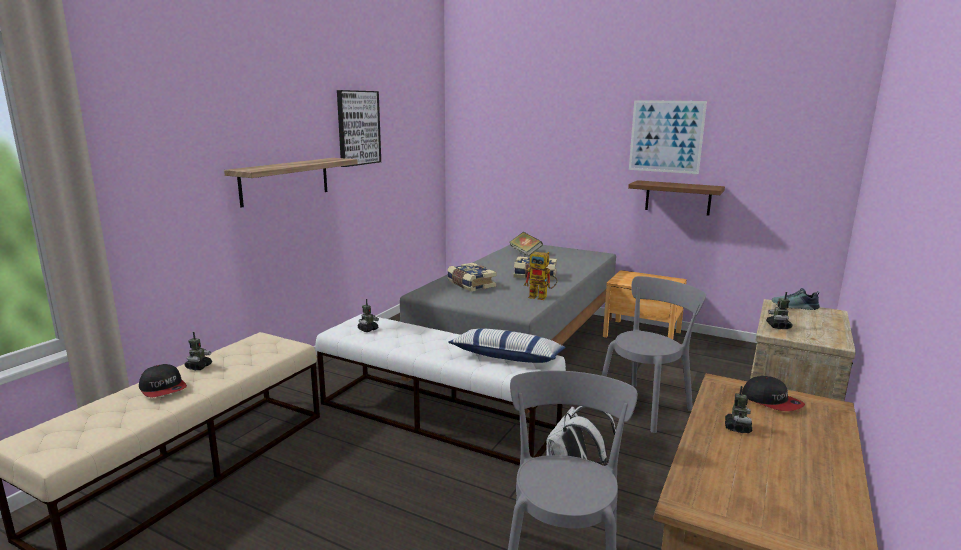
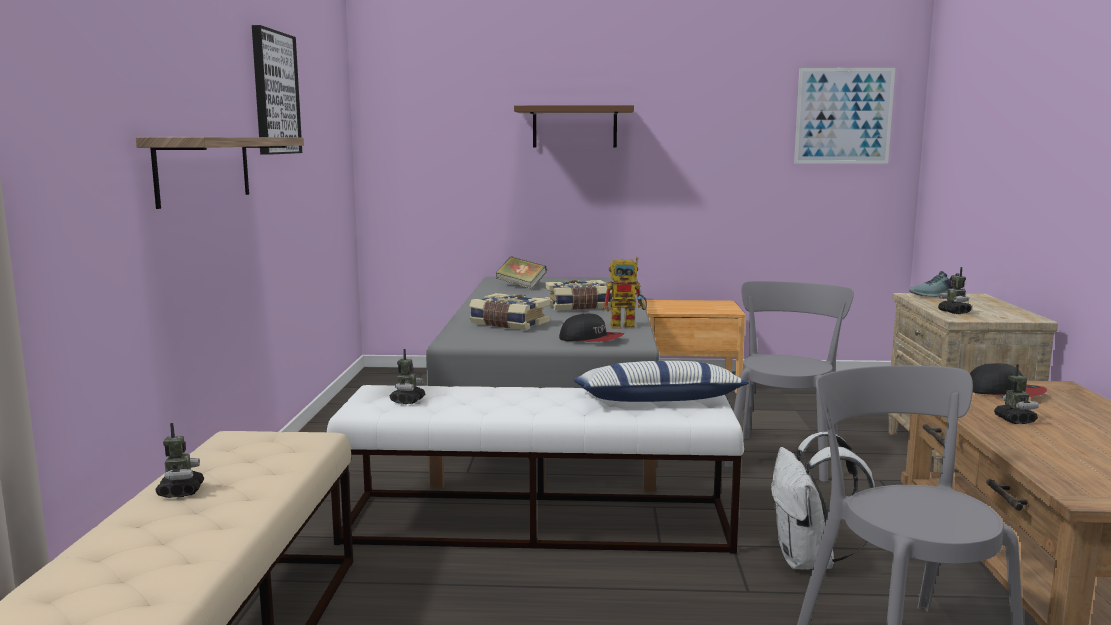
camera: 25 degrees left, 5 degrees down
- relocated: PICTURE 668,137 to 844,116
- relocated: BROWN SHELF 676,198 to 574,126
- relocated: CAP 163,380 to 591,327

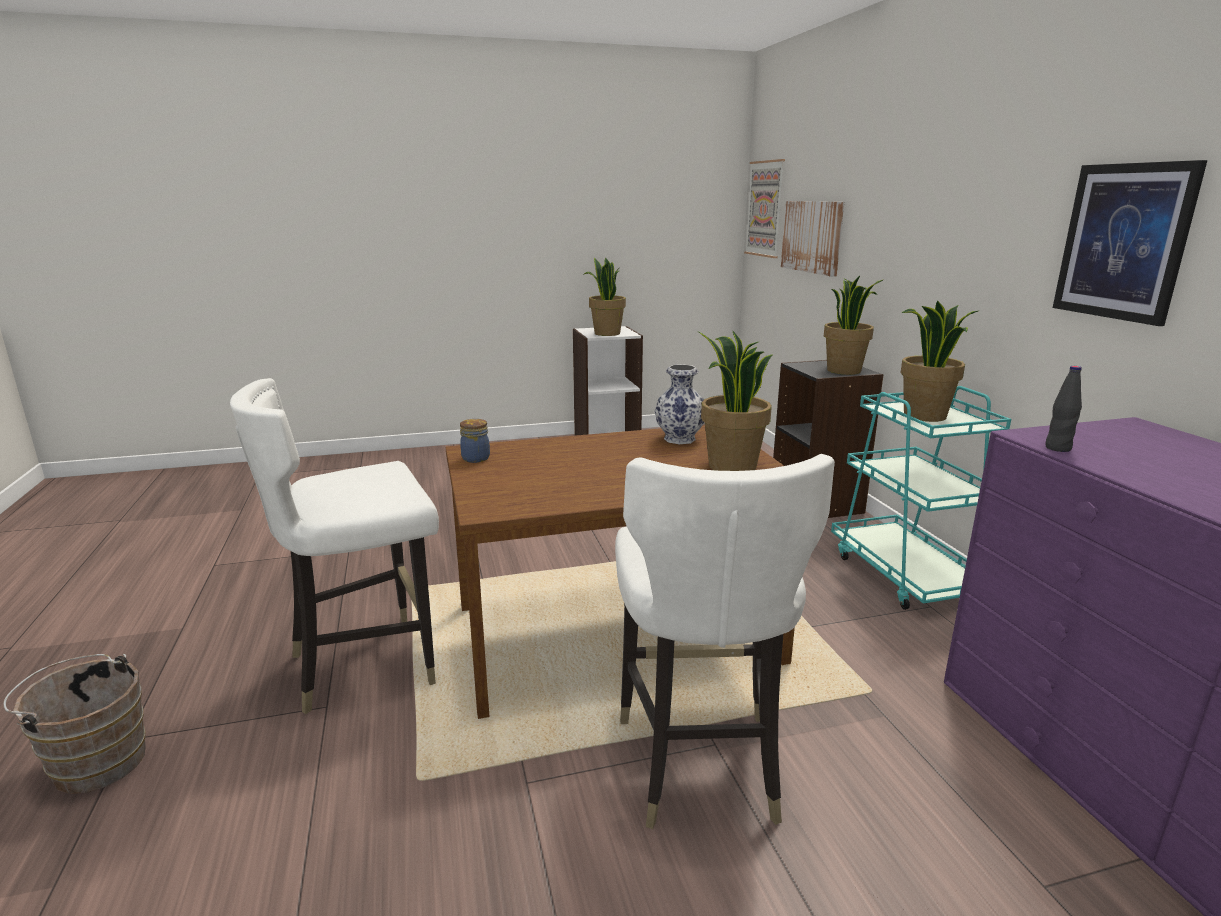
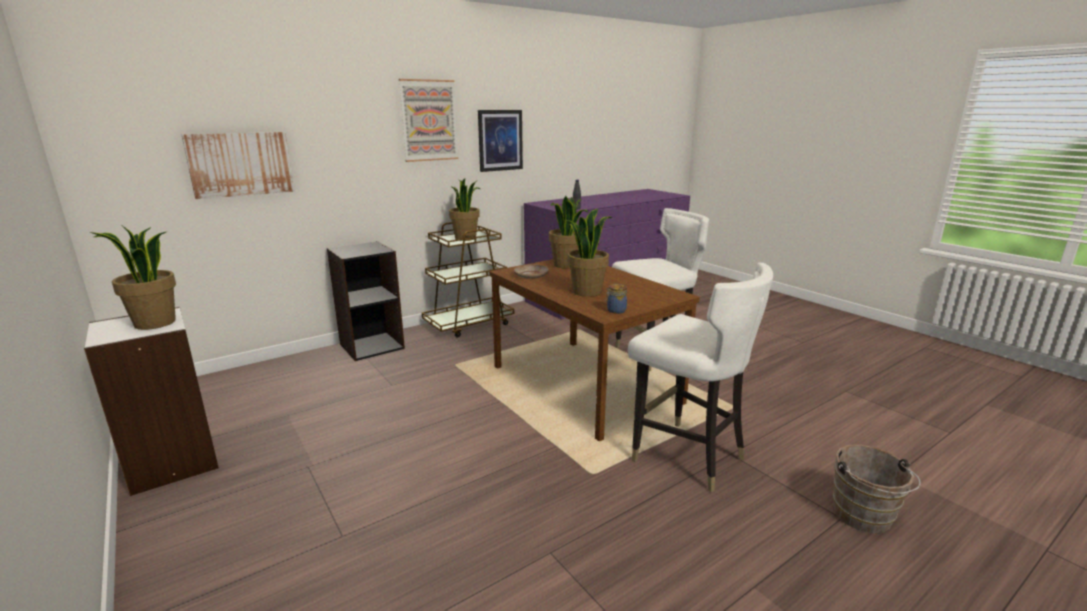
camera: 110 degrees left, 0 degrees up
- relocated: PICTURE 764,208 to 428,120
- relocated: POTTED PLANT 853,325 to 589,253
- exchanged: VASE 679,404 to BEIGE PLATE 531,271
- colour: TURQUOISE CART 921,498 to BROWN CART 468,279

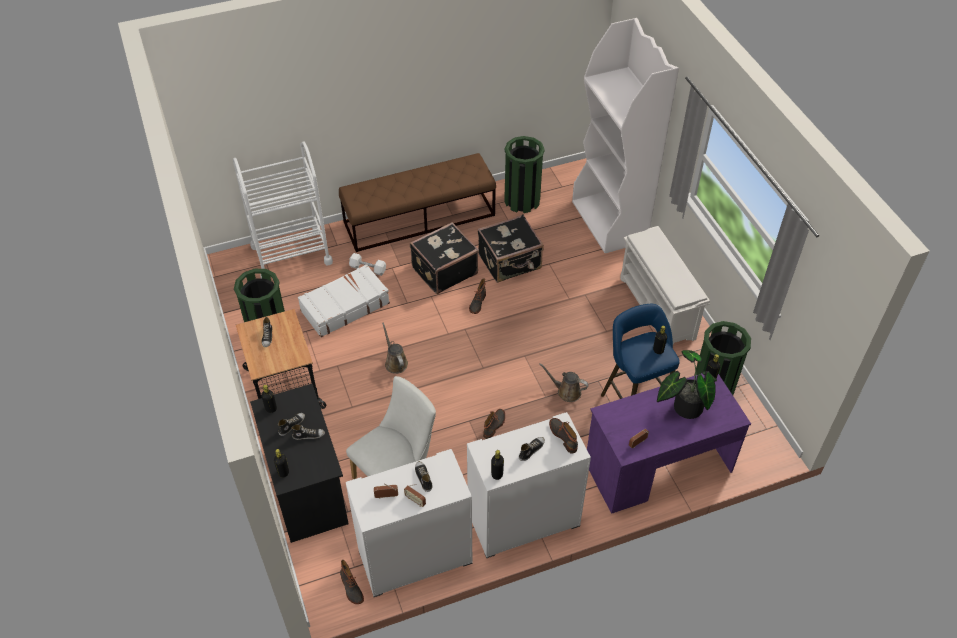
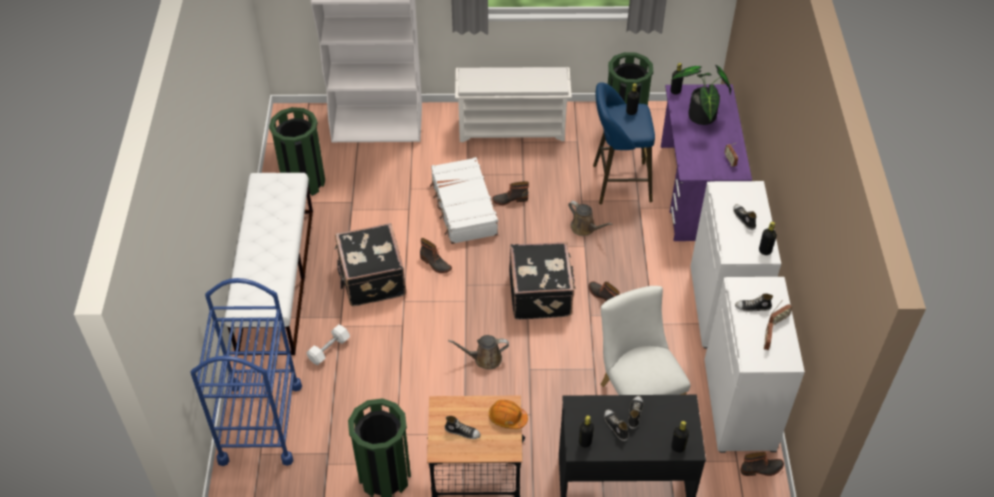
camera: 70 degrees left, 0 degrees up
- colour: WHITE CART 283,210 to BLUE CART 246,372
- colour: BROWN BENCH 417,202 to WHITE BENCH 268,264
- relocated: BLACK SUITCASE 511,248 to 542,281
- relocated: WHITE SUITCASE 344,300 to 464,200
- spun: BROWN WATERING CAN 564,382 = 590,218 90 degrees counterclockwise
- relocated: BOOT 563,435 to 510,193
- appeared: ORANGE HARD HAT 508,414

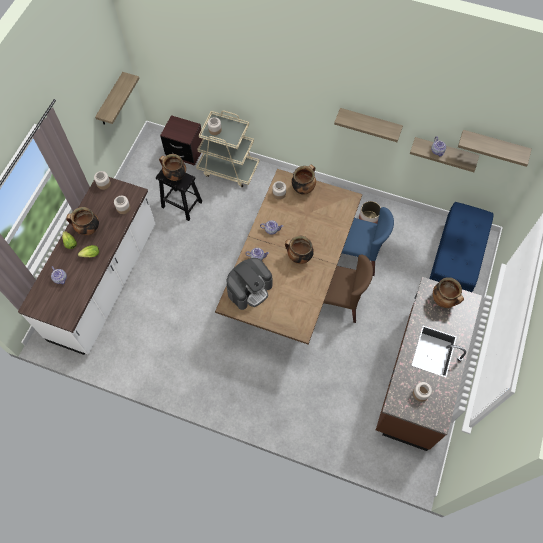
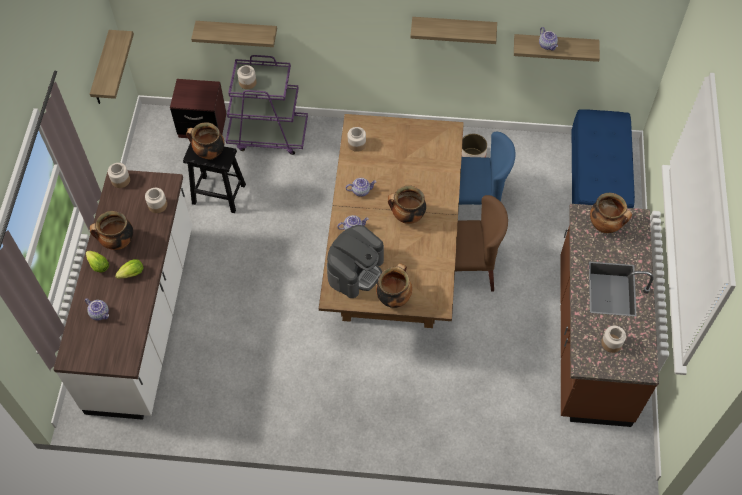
camera: 15 degrees left, 5 degrees down
- colour: BEIGE CART 227,149 to PURPLE CART 267,105
- relocated: SHELF 494,148 to 234,34
- relocated: COOKING POT 303,180 to 394,285

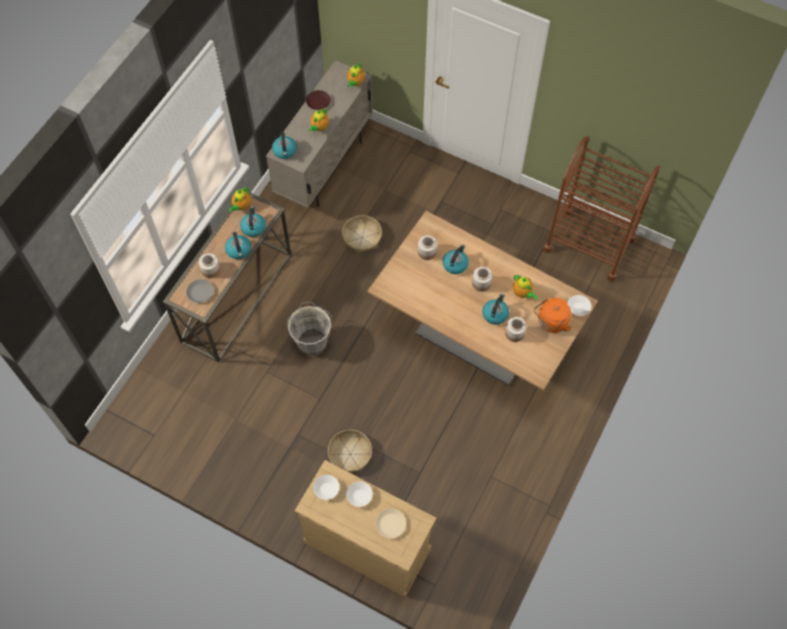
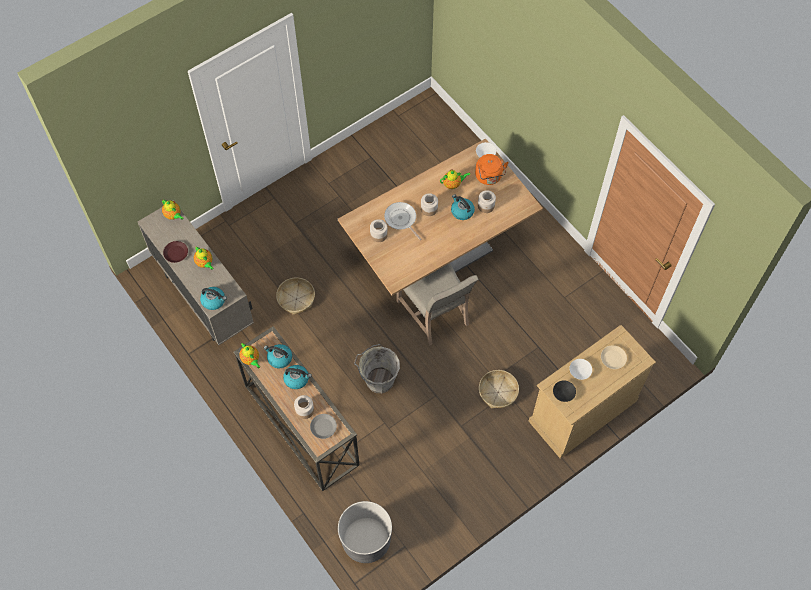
camera: 65 degrees left, 0 degrees up
- missing: BROWN CART 601,209
- exchanged: KETTLE 456,259 to FRYING PAN 403,221
- colour: WHITE BOWL 326,487 to BLACK BOWL 564,391
- appeared: BEIGE CHAIR 438,304
- appeared: GREY PLANTER 365,532

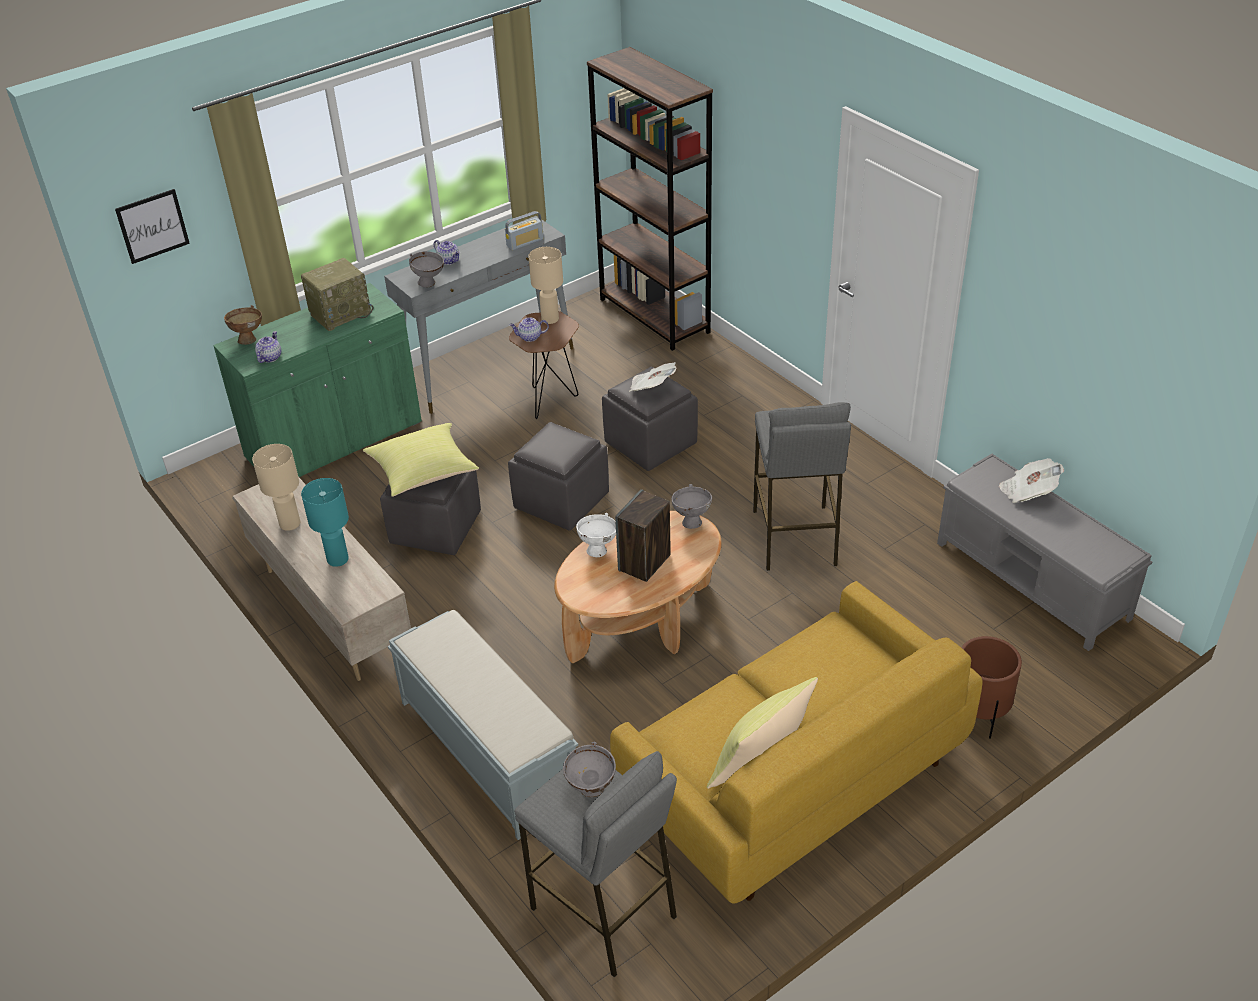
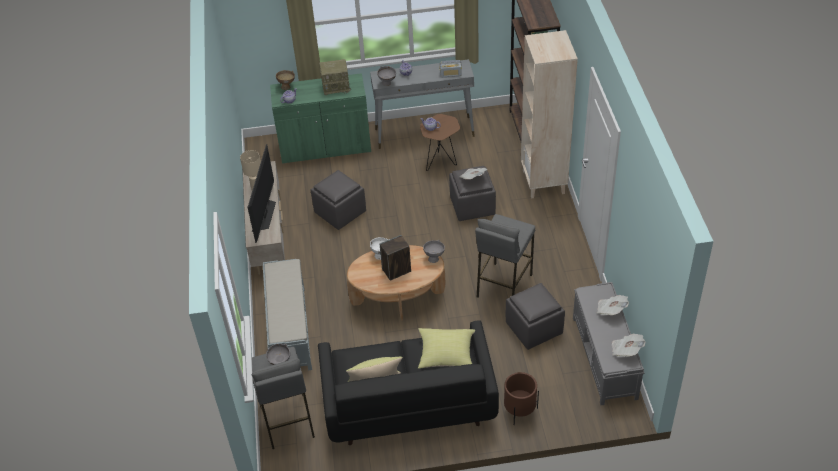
camera: 30 degrees right, 5 degrees up
- missing: PICTURE 152,226
- missing: BEIGE TABLE LAMP 545,285
- relocated: GREY OTTOMAN 558,476 to 535,316
- relocated: YELLOW PILLOW 421,460 to 446,348
- exchanged: TURQUOISE TABLE LAMP 325,522 to TELEVISION 262,193
- colour: YELLOW SOFA 796,742 to BLACK SOFA 408,382
- appeared: BEIGE BOOKCASE 549,114
- appeared: NEWSPAPER 628,345

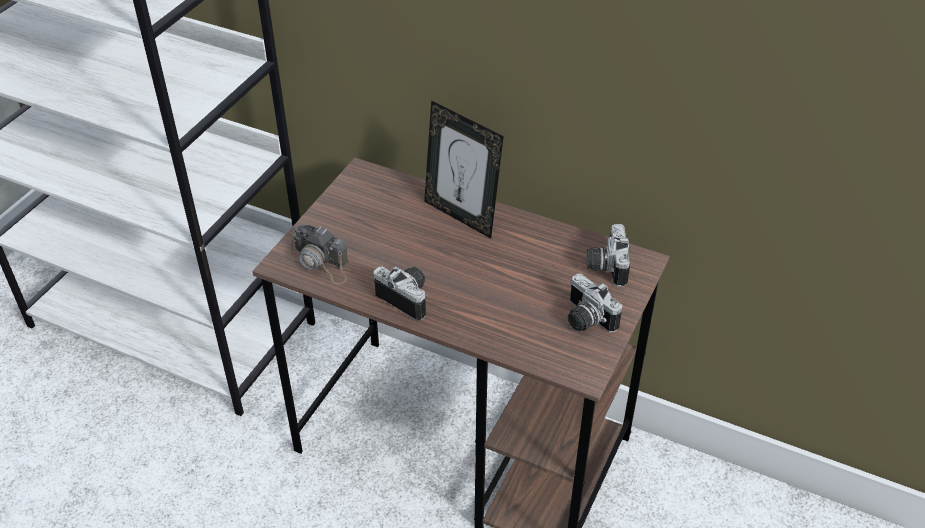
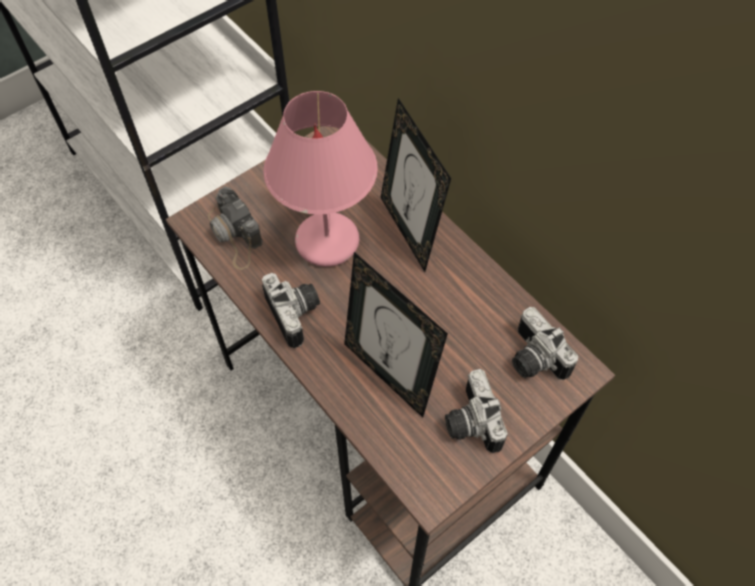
camera: 25 degrees right, 15 degrees up
- spun: PHOTO CAMERA 608,255 = 545,343 60 degrees counterclockwise
- appeared: PINK TABLE LAMP 321,179
- appeared: PICTURE FRAME 396,334

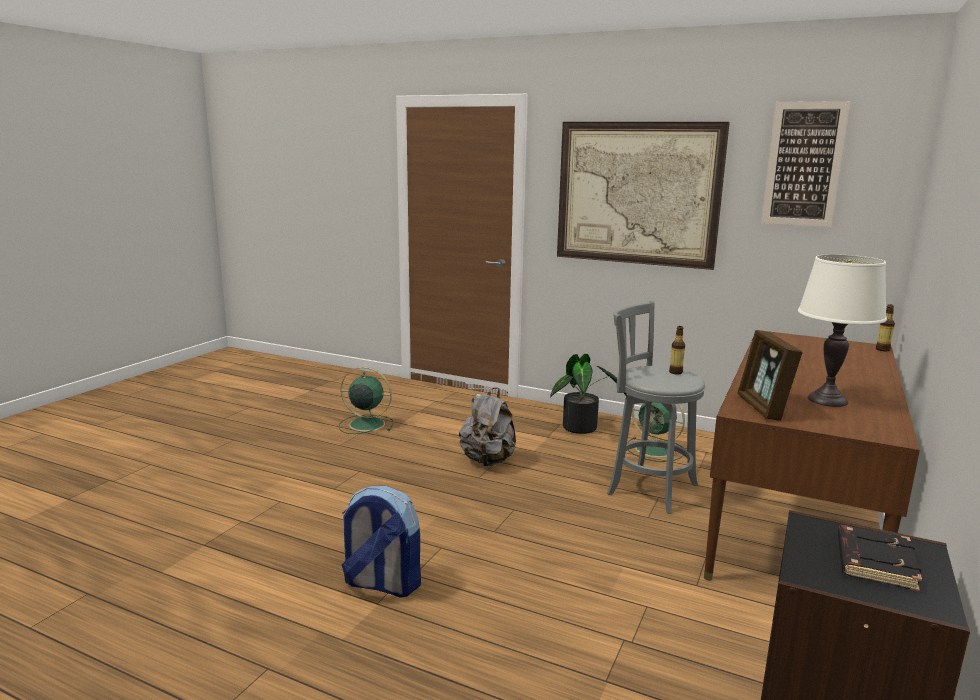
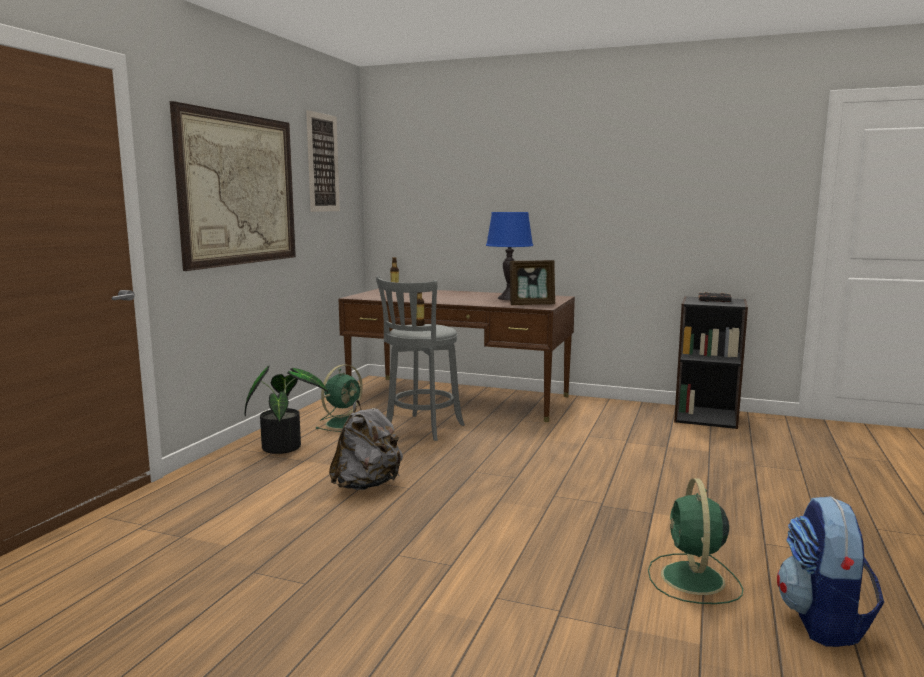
camera: 95 degrees left, 5 degrees down
- colour: WHITE TABLE LAMP 842,330 to BLUE TABLE LAMP 509,256
- relocated: GREEN FAN 366,400 to 695,541
- relocated: BACKPACK 381,541 to 830,571

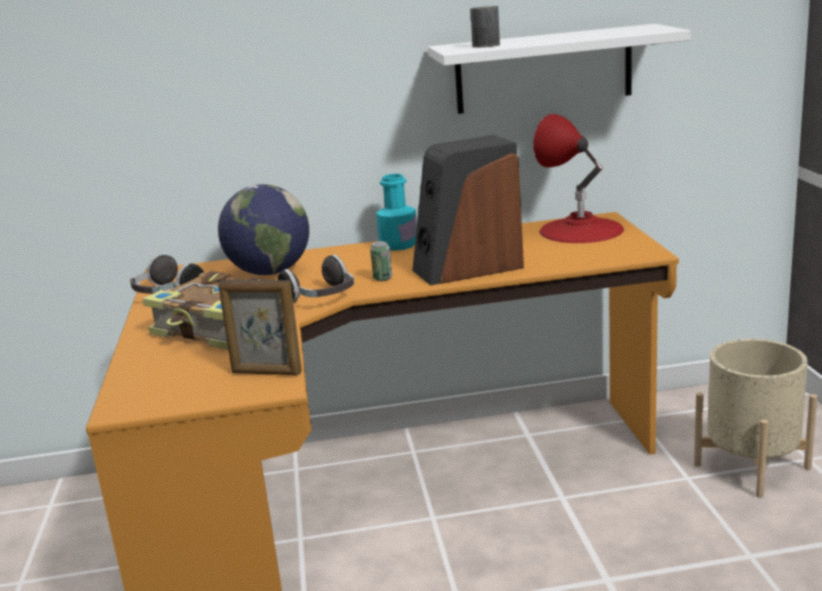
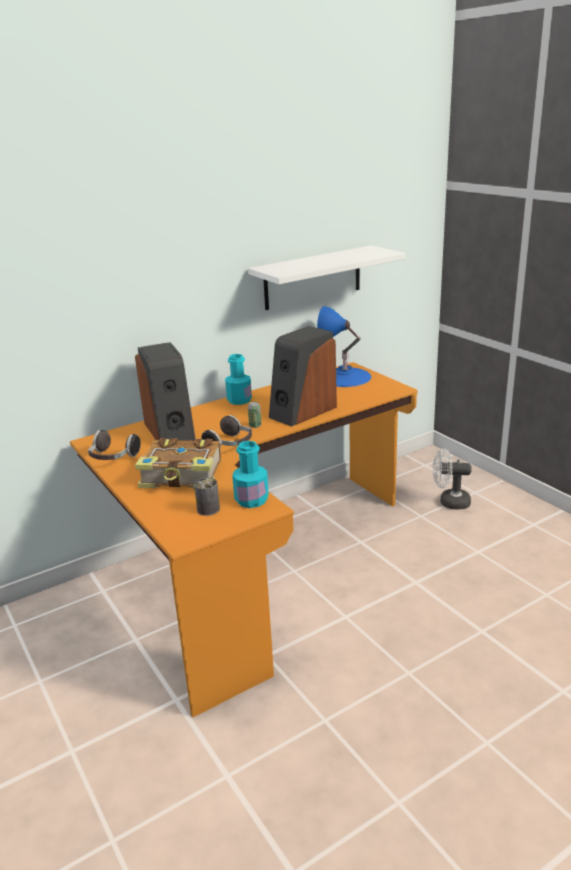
camera: 25 degrees left, 5 degrees up
- relocated: CAN 485,27 to 207,497
- colour: RED TABLE LAMP 578,178 to BLUE TABLE LAMP 344,346
- exchanged: GLOBE 263,229 to SPEAKER 165,391
- exchanged: PICTURE FRAME 260,327 to TURQUOISE BOTTLE 250,474
- exchanged: BEIGE PLANTER 755,418 to WHITE FAN 452,479

